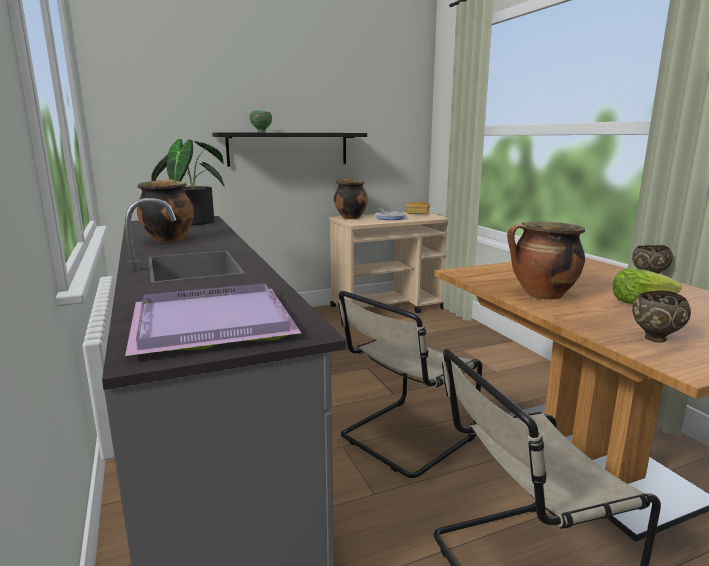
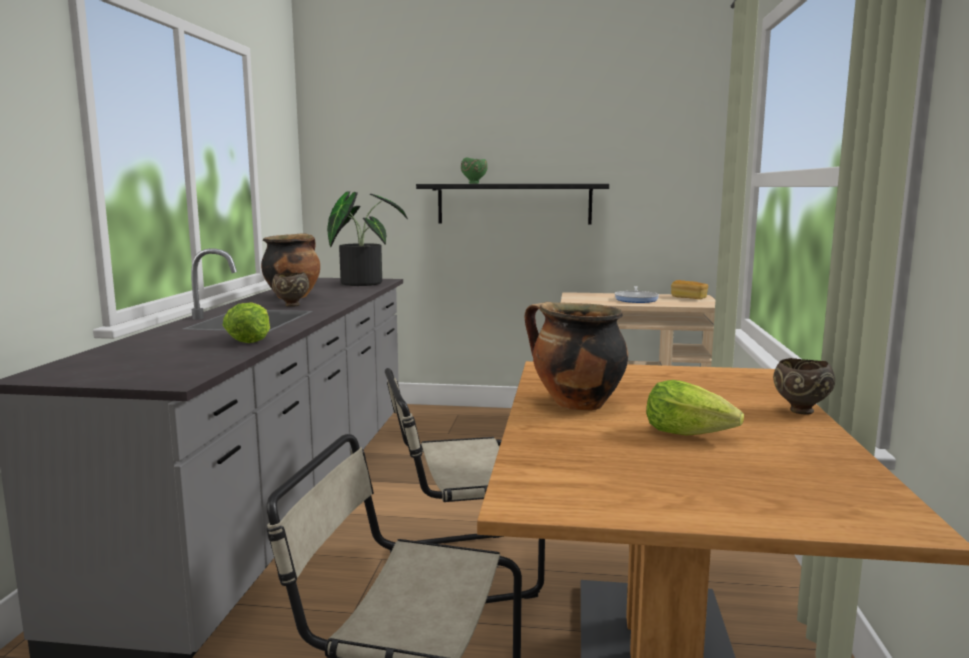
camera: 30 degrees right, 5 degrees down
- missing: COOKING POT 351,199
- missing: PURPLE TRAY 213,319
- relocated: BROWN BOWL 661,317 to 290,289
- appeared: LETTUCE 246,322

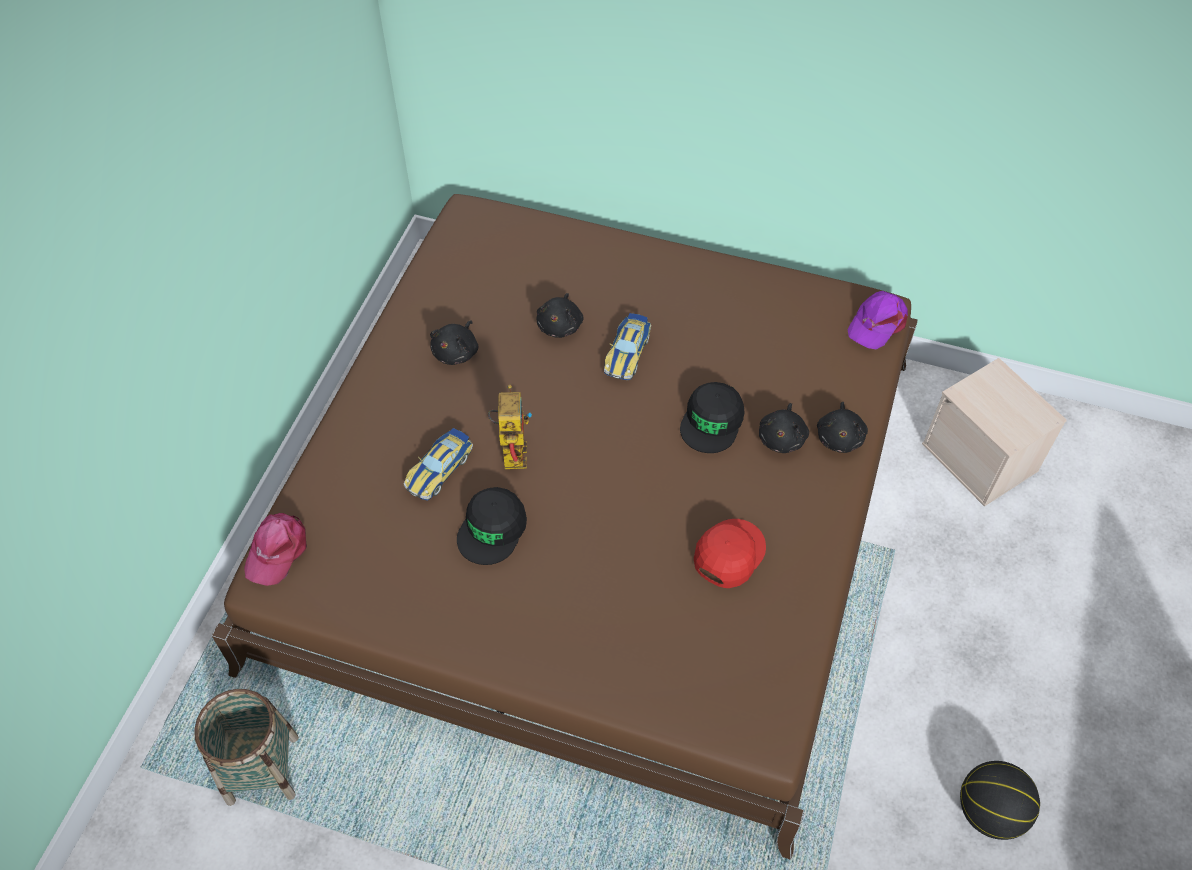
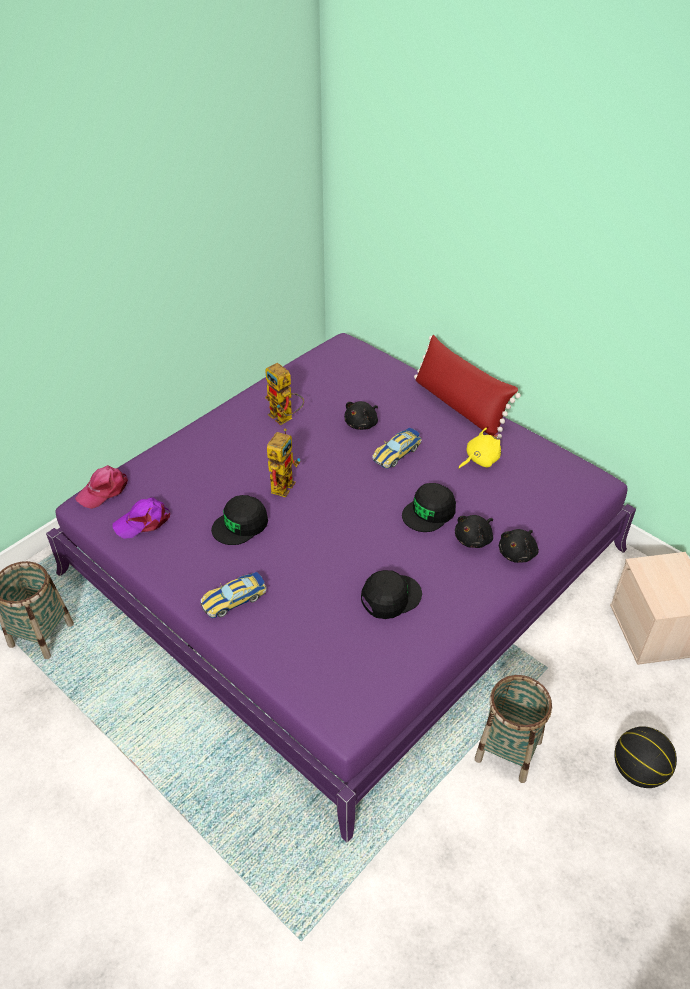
camera: 25 degrees right, 10 degrees down
- colour: BROWN BED 565,527 to PURPLE BED 341,588
- relocated: PURPLE CAP 878,320 to 141,518
- exchanged: BLACK PLUSH TOY 454,342 to TOY ROBOT 284,394
- relocated: TOY CAR 438,464 to 234,595
- colour: RED CAP 730,553 to BLACK CAP 391,594
- relocated: BASKETBALL 1000,800 to 645,757
- appeared: RED PILLOW 467,387
- appeared: YELLOW PLUSH TOY 479,448
- appeared: BASKET 513,729

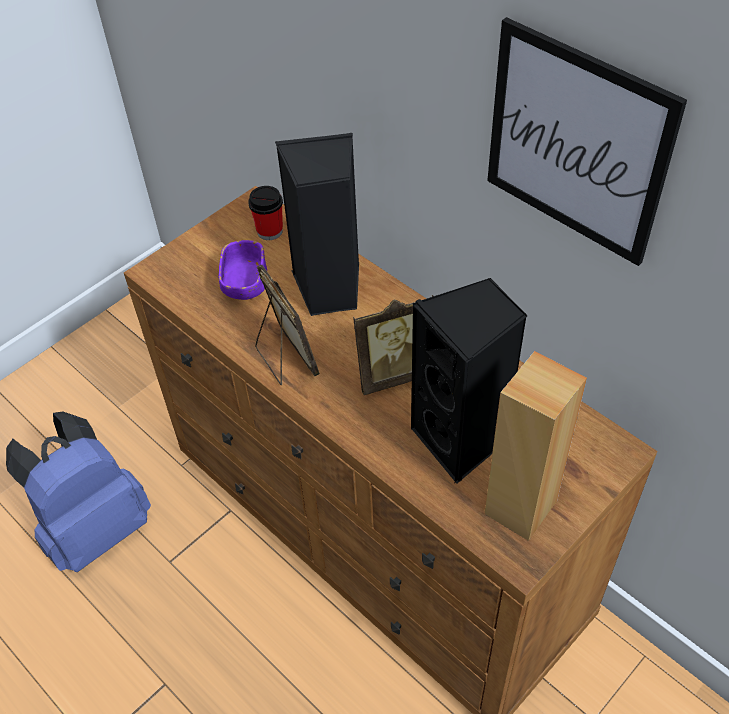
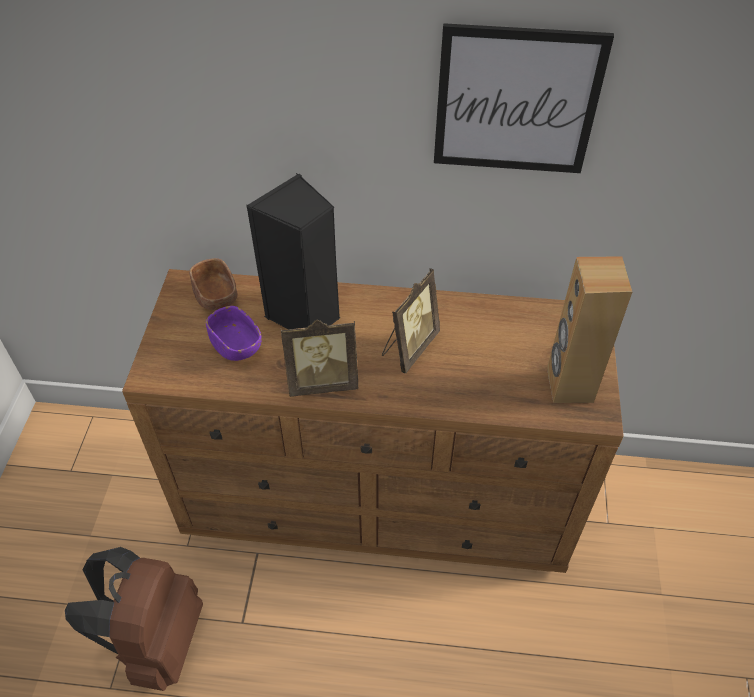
camera: 40 degrees left, 0 degrees up
- exchanged: CUP 265,213 to BROWN BOWL 213,284
- spun: PICTURE FRAME 287,324 = 319,358 150 degrees clockwise
- missing: BLACK SPEAKER 469,381
- colour: BLUE BACKPACK 78,492 to BROWN BACKPACK 134,619

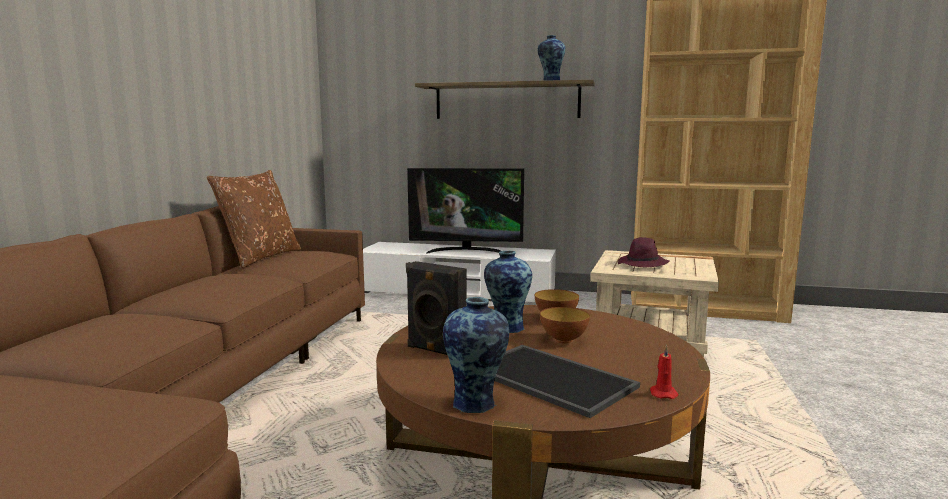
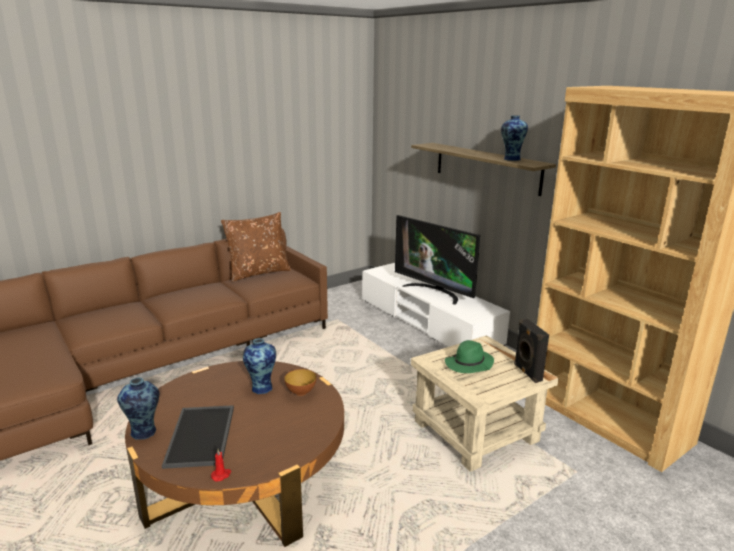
camera: 40 degrees right, 10 degrees up
- colour: PURPLE HAT 644,252 to GREEN HAT 469,356
- relocated: BLACK SPEAKER 436,308 to 531,351
- missing: BOWL 565,325

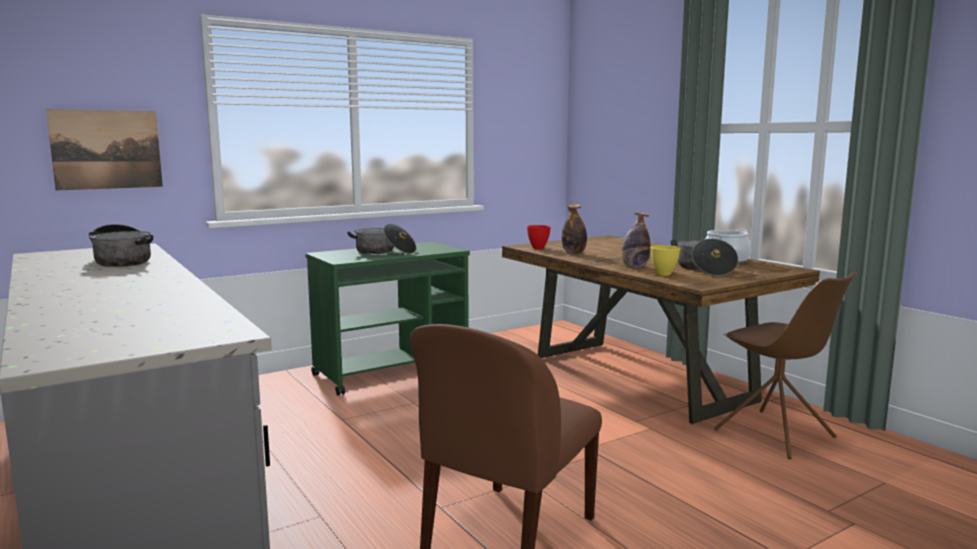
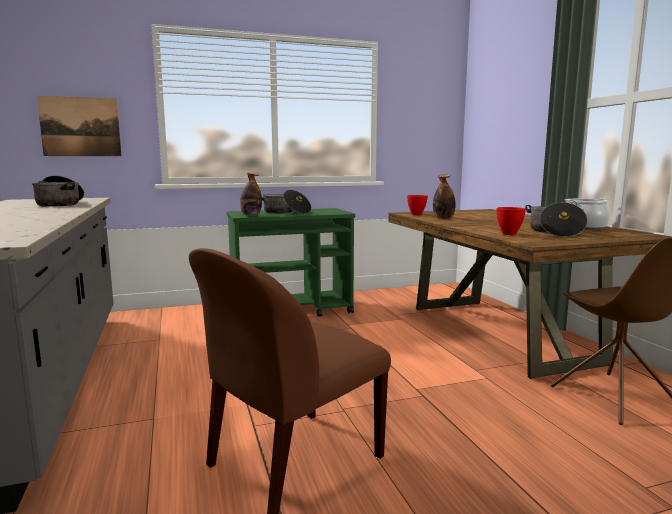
camera: 15 degrees right, 0 degrees up
- relocated: BOTTLE 636,240 to 251,194
- colour: YELLOW BOWL 665,260 to RED BOWL 511,221

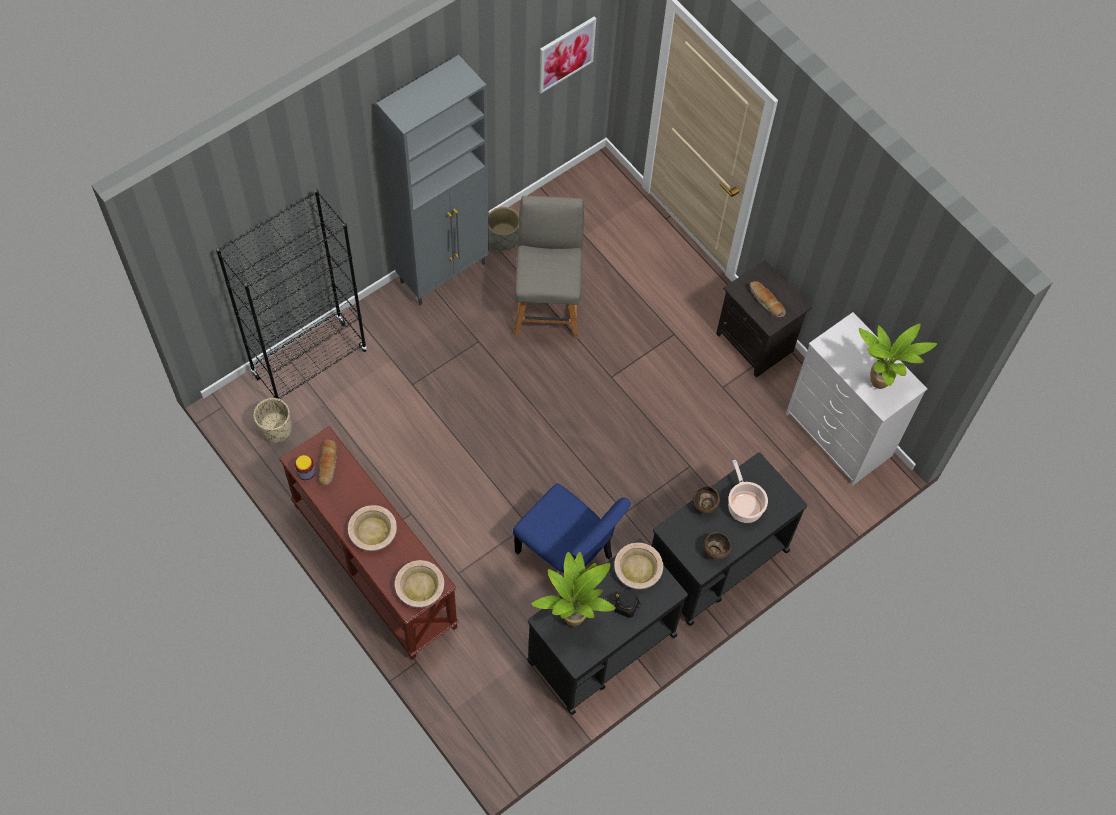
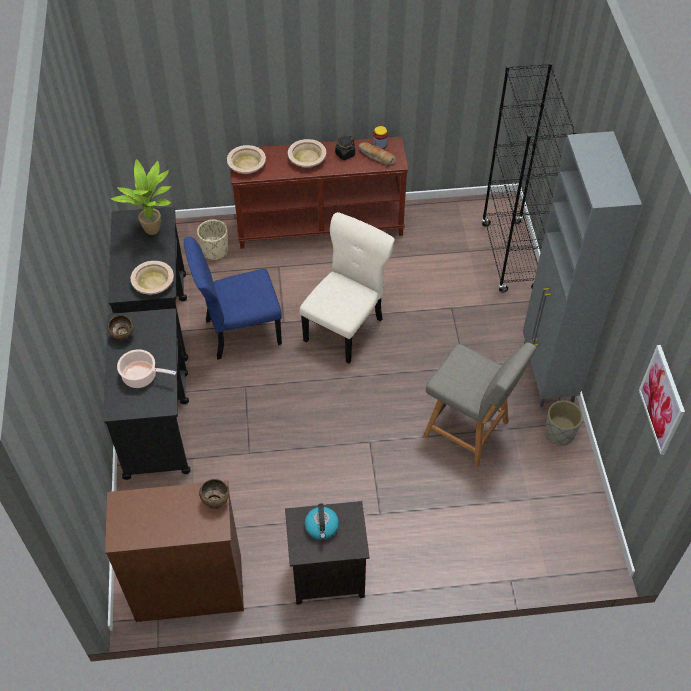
camera: 125 degrees right, 10 degrees down
- exchanged: BREAD 768,299 to KETTLE 322,521
- colour: WHITE DRESSER 856,399 to BROWN DRESSER 174,551
- missing: POTTED PLANT 898,356
- relocated: BEIGE PLANTER 273,420 to 212,240
- relocated: BROWN BOWL 706,500 to 214,494
- relocated: BLACK JAR 627,604 to 345,148
- appeared: BEIGE CHAIR 347,288

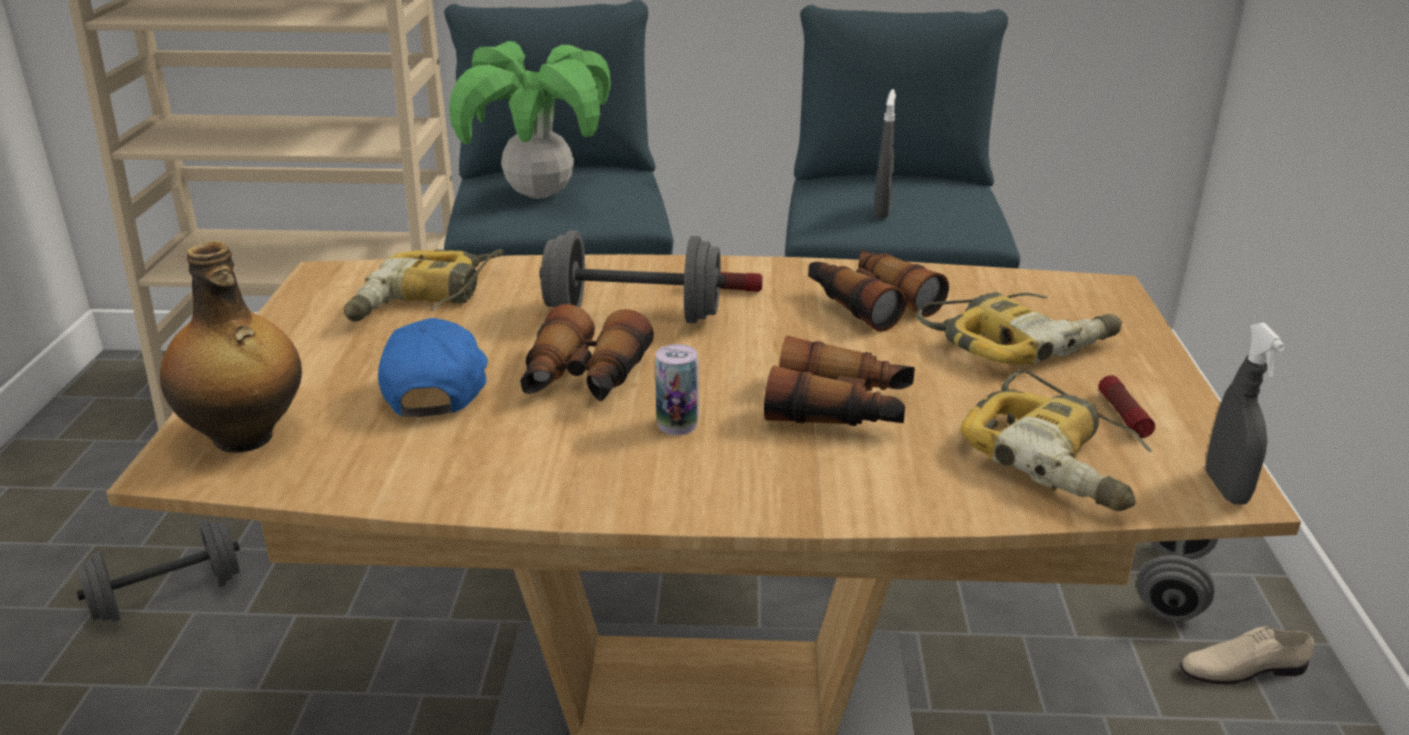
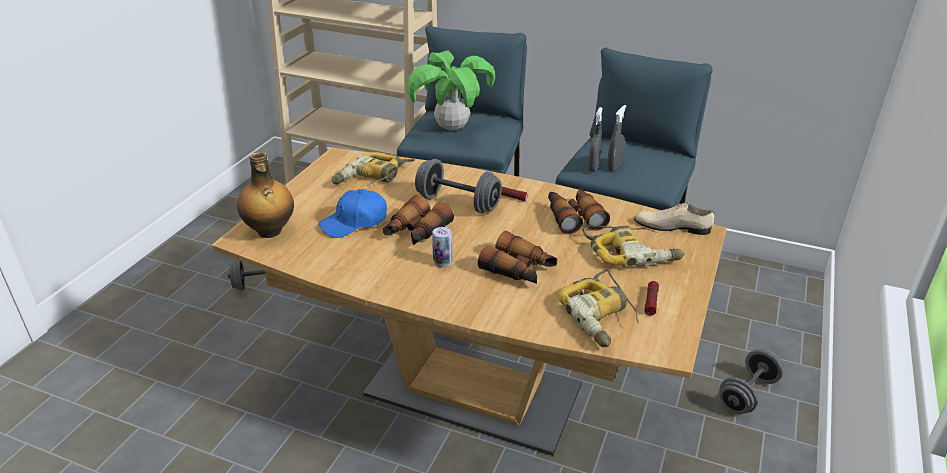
camera: 20 degrees right, 5 degrees up
- spun: BLUE CAP 433,367 = 353,213 135 degrees counterclockwise
- relocated: GREY SPRAY BOTTLE 1246,414 to 595,139
- relocated: BEIGE SHOE 1247,655 to 674,219

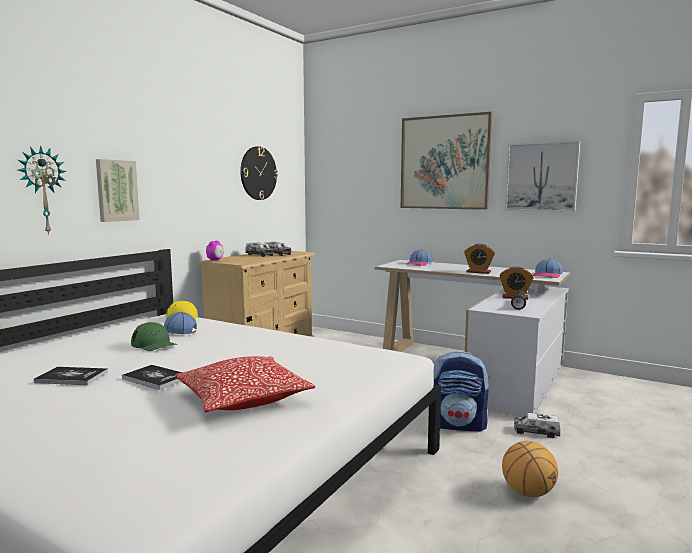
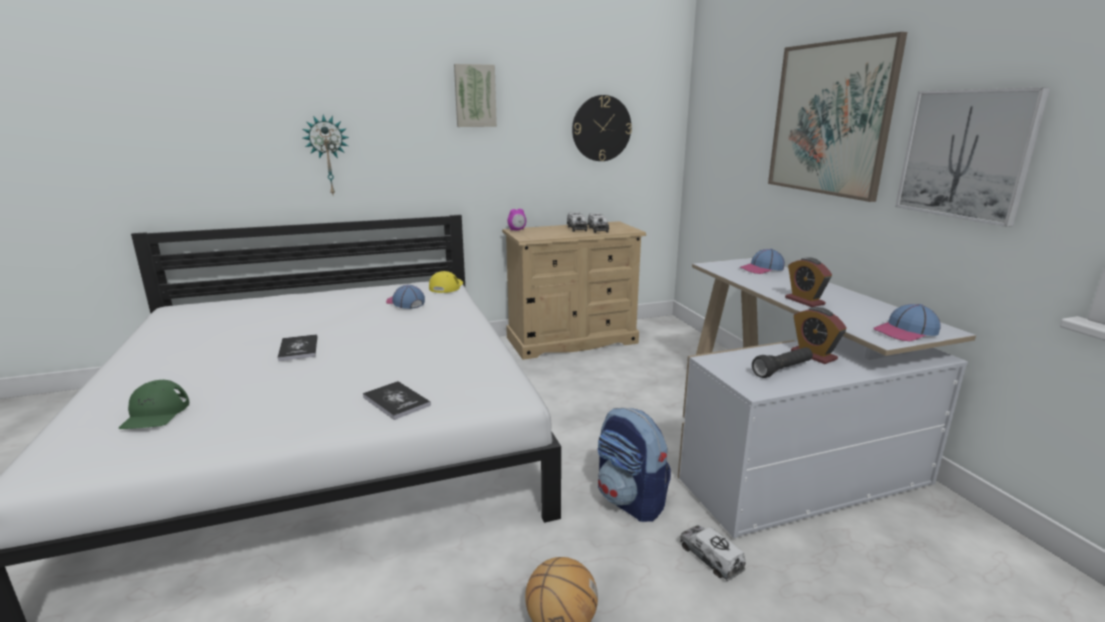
camera: 40 degrees right, 10 degrees up
- relocated: PICTURE 118,190 to 475,95
- relocated: GREEN CAP 154,336 to 153,404
- missing: PILLOW 245,384
- relocated: BOOK 71,376 to 397,400

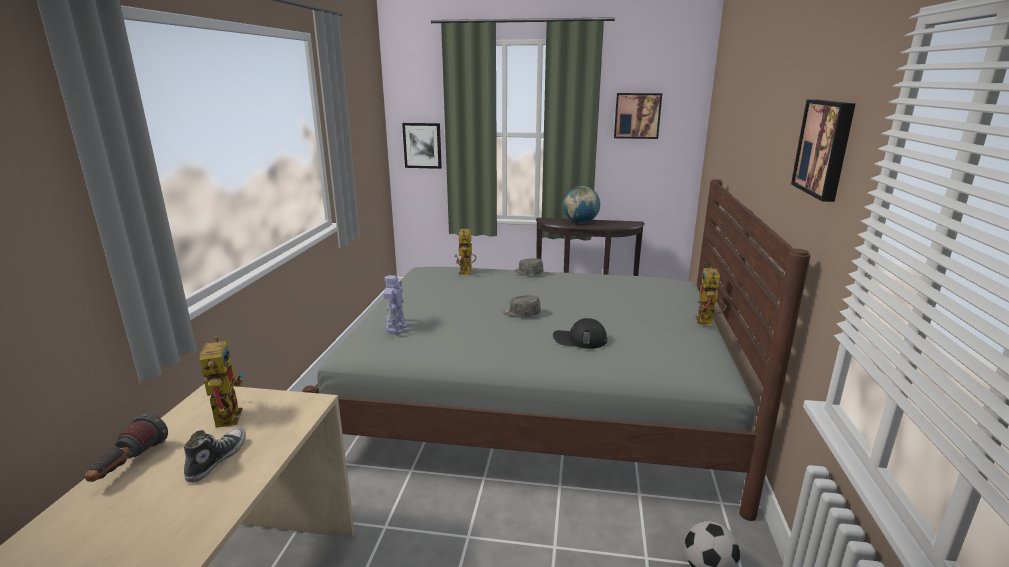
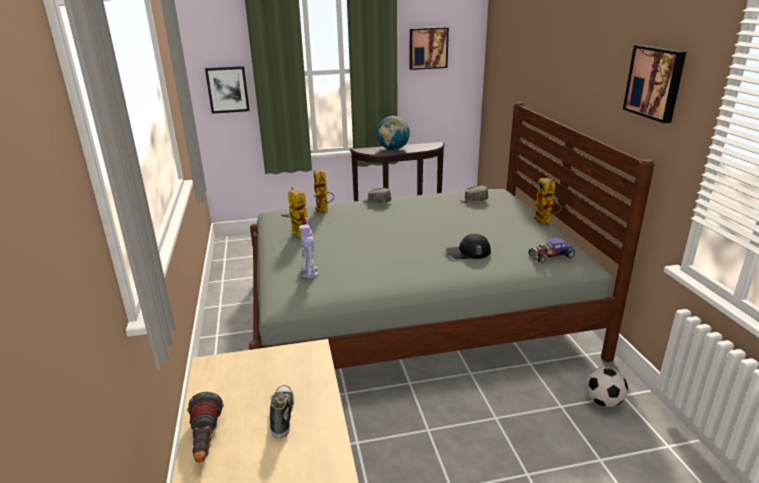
camera: 20 degrees left, 5 degrees up
- relocated: GREY CAP 522,305 to 474,194
- relocated: TOY ROBOT 222,382 to 294,212
- appeared: TOY CAR 551,250

